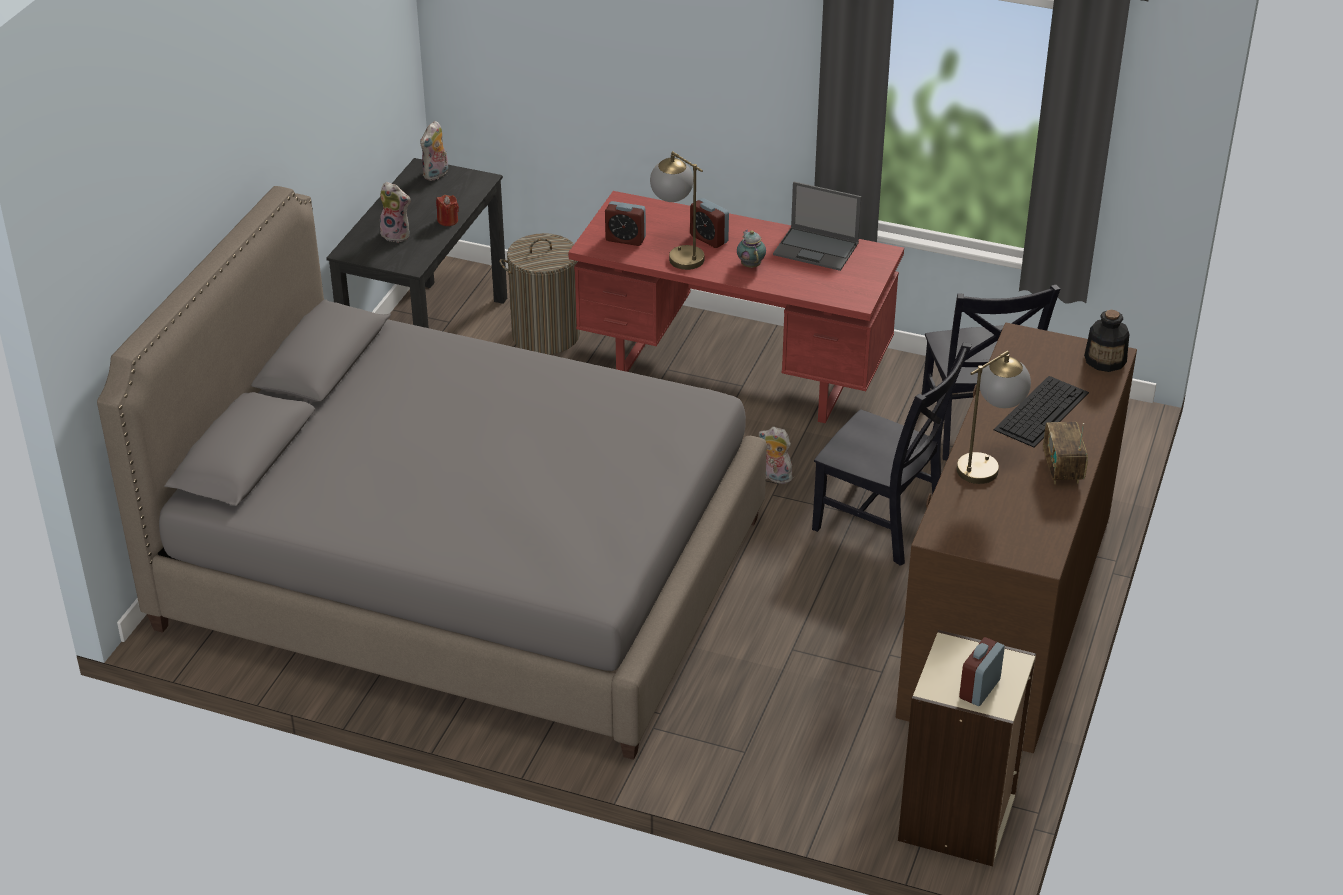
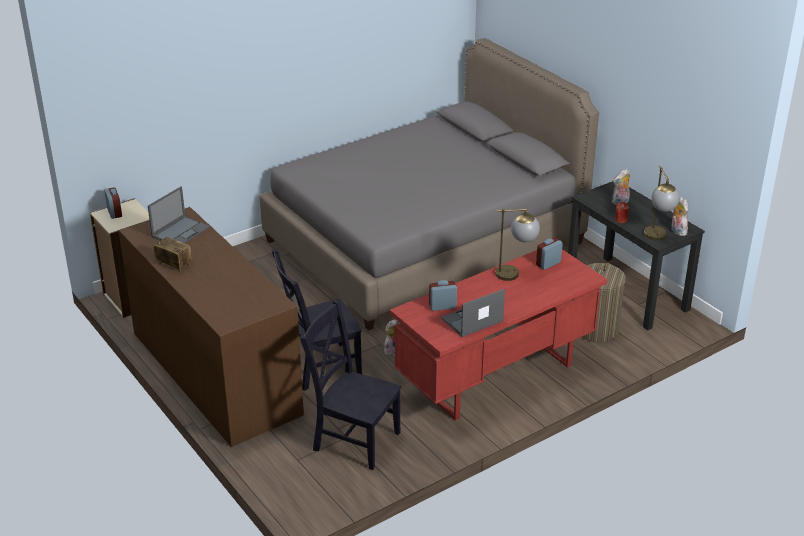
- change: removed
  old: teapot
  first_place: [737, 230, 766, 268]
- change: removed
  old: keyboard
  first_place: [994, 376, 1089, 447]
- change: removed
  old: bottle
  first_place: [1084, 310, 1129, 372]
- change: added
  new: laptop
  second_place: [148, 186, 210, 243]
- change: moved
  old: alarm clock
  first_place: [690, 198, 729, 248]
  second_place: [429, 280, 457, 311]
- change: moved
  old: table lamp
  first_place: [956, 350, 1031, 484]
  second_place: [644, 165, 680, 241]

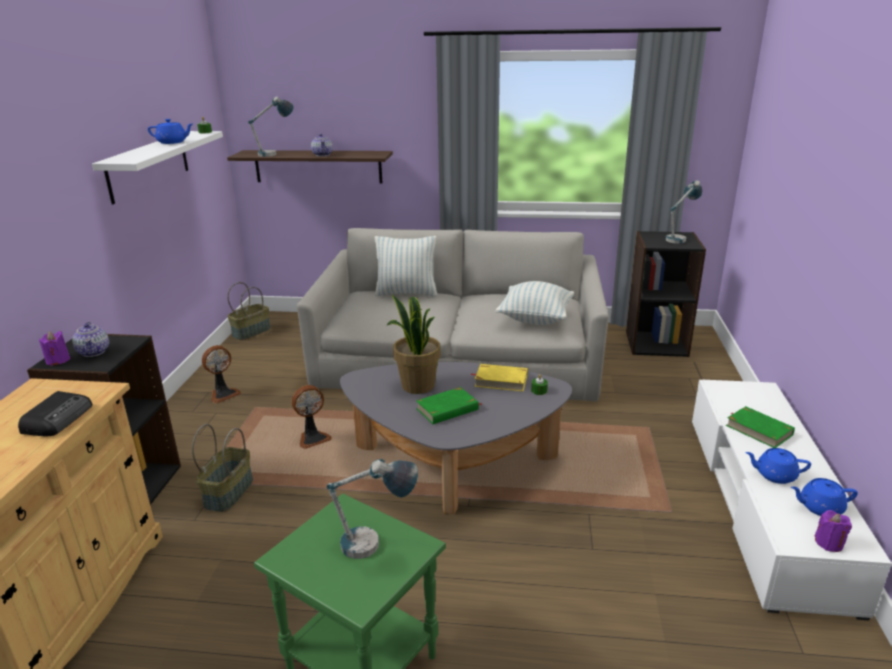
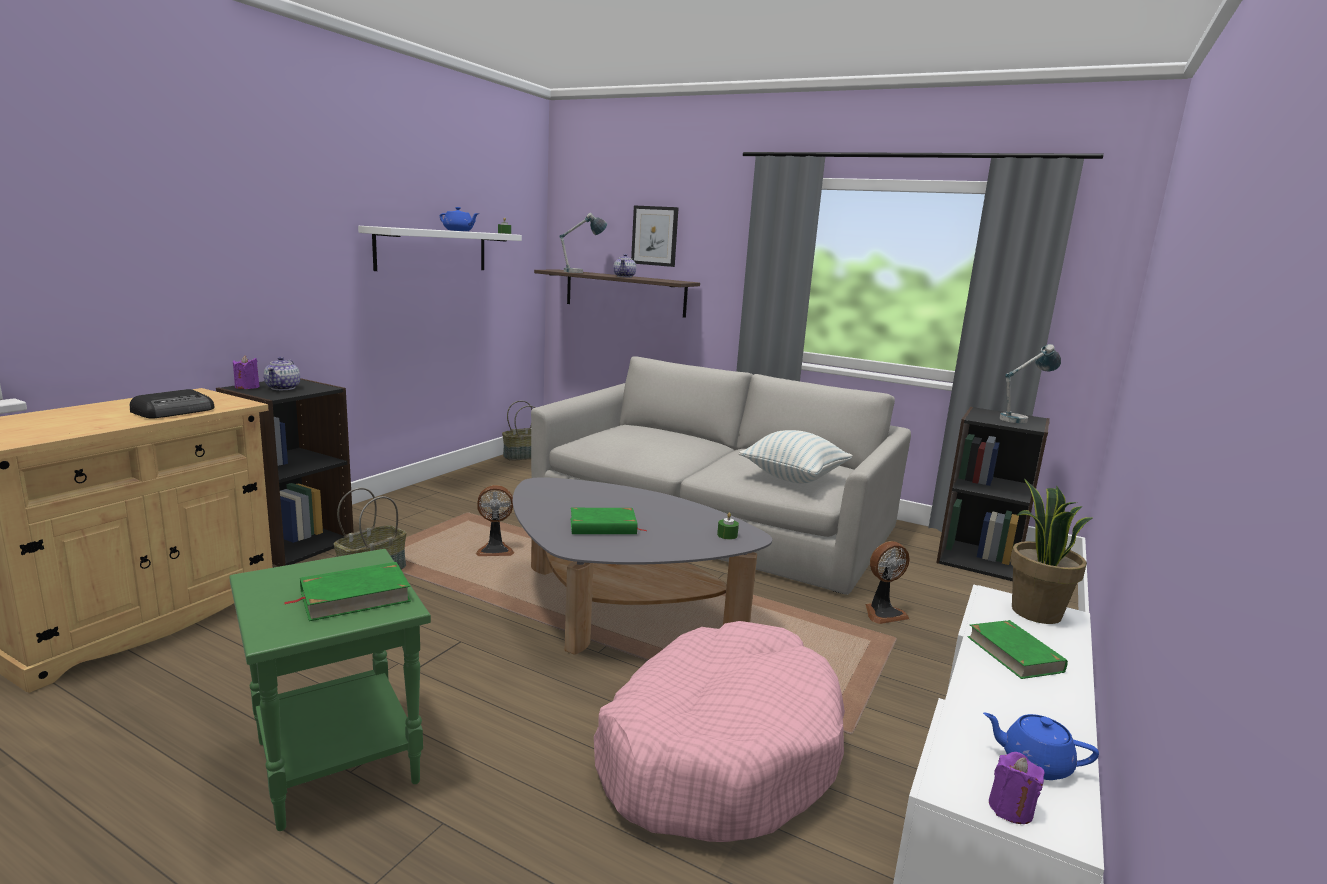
- change: removed
  old: pillow
  first_place: [375, 236, 437, 297]
- change: removed
  old: book (yellow)
  first_place: [470, 364, 528, 391]
- change: removed
  old: teapot (blue)
  first_place: [745, 448, 811, 484]
- change: added
  new: dog bed (pink)
  second_place: [594, 621, 845, 842]
- change: added
  new: picture
  second_place: [631, 205, 679, 267]
- change: moved
  old: fan
  first_place: [202, 345, 241, 403]
  second_place: [865, 541, 910, 624]
- change: moved
  old: potted plant
  first_place: [386, 294, 441, 394]
  second_place: [1010, 478, 1092, 624]
- change: replaced
  old: table lamp
  new: book (green)
  first_place: [327, 459, 418, 559]
  second_place: [285, 562, 411, 621]

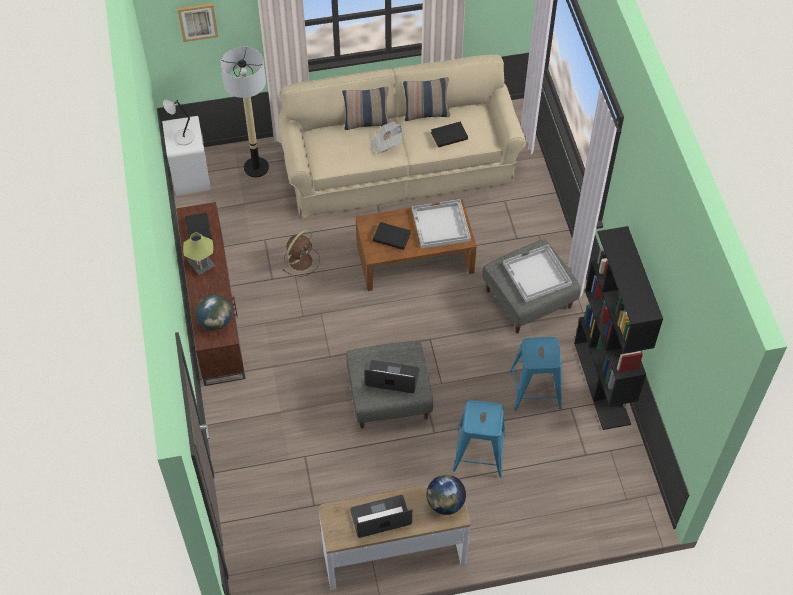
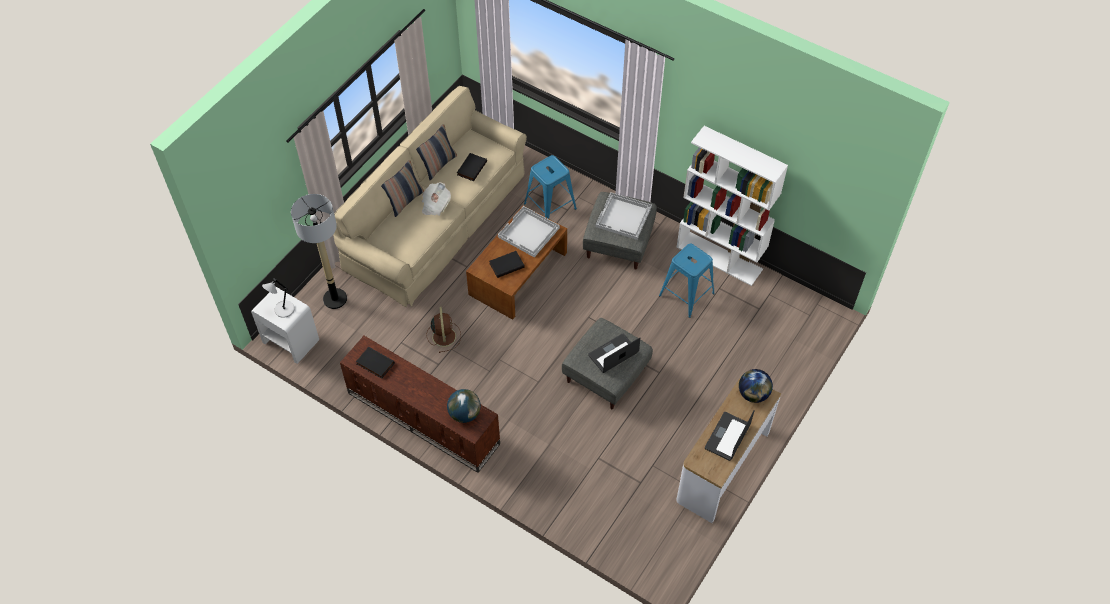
- change: removed
  old: picture
  first_place: [177, 3, 218, 42]
- change: removed
  old: table lamp
  first_place: [183, 232, 216, 275]
- change: moved
  old: stool (blue)
  first_place: [453, 400, 506, 477]
  second_place: [524, 155, 577, 219]
- change: recoloured
  old: bookcase (black)
  new: bookcase (white)
  first_place: [574, 226, 663, 430]
  second_place: [676, 126, 788, 286]

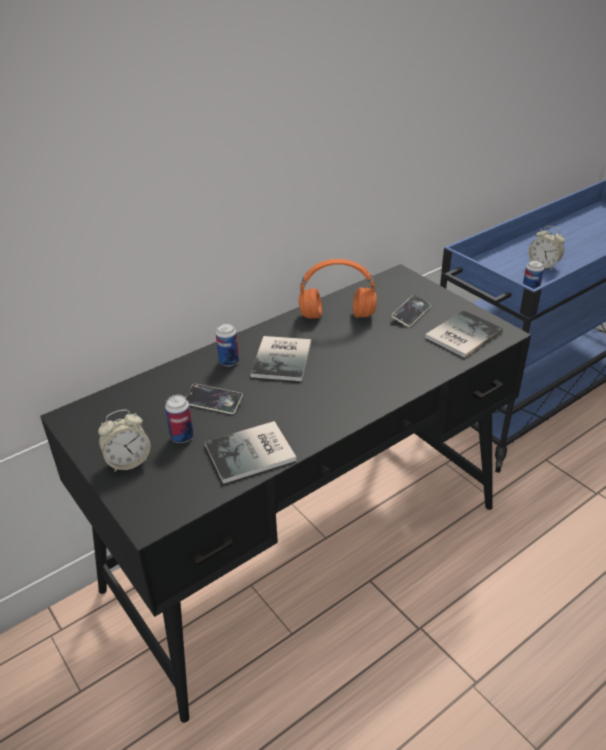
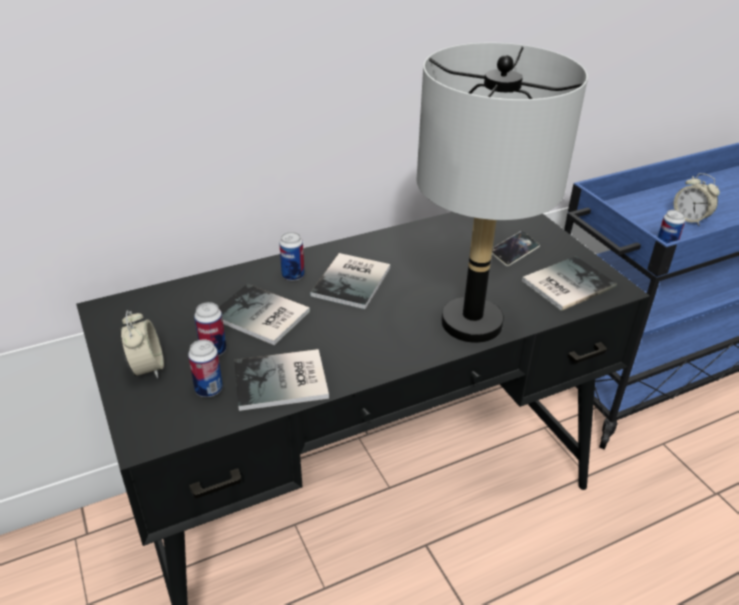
- change: removed
  old: headphones (orange)
  first_place: [299, 259, 377, 319]
- change: added
  new: can
  second_place: [188, 339, 223, 397]
- change: added
  new: table lamp (grey)
  second_place: [417, 43, 588, 343]
- change: replaced
  old: phone
  new: book
  first_place: [186, 384, 243, 414]
  second_place: [218, 284, 310, 345]
- change: turned
  old: alarm clock
  first_place: [98, 410, 151, 472]
  second_place: [120, 310, 164, 378]
  degrees: -90

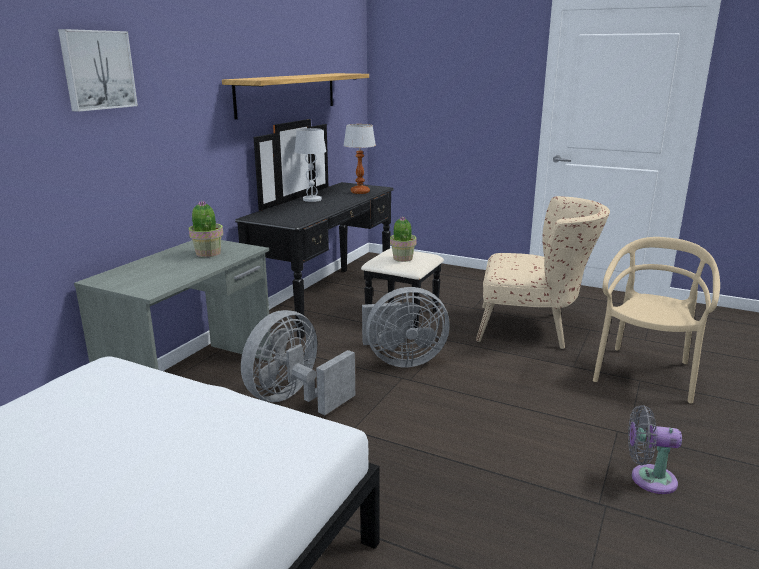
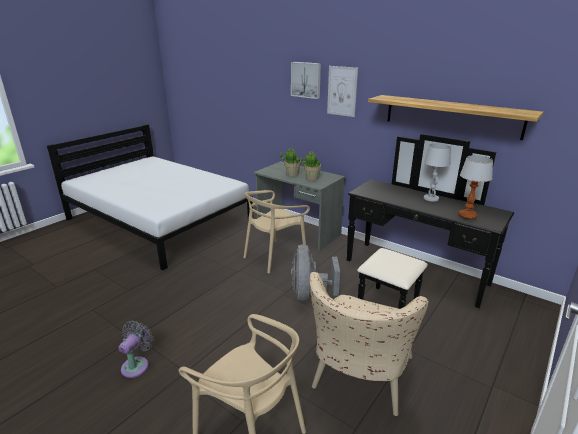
- change: added
  new: picture
  second_place: [327, 66, 358, 117]
- change: moved
  old: potted plant
  first_place: [390, 216, 417, 262]
  second_place: [280, 148, 301, 176]
- change: replaced
  old: fan (grey)
  new: chair (beige)
  first_place: [241, 310, 355, 415]
  second_place: [243, 190, 310, 273]

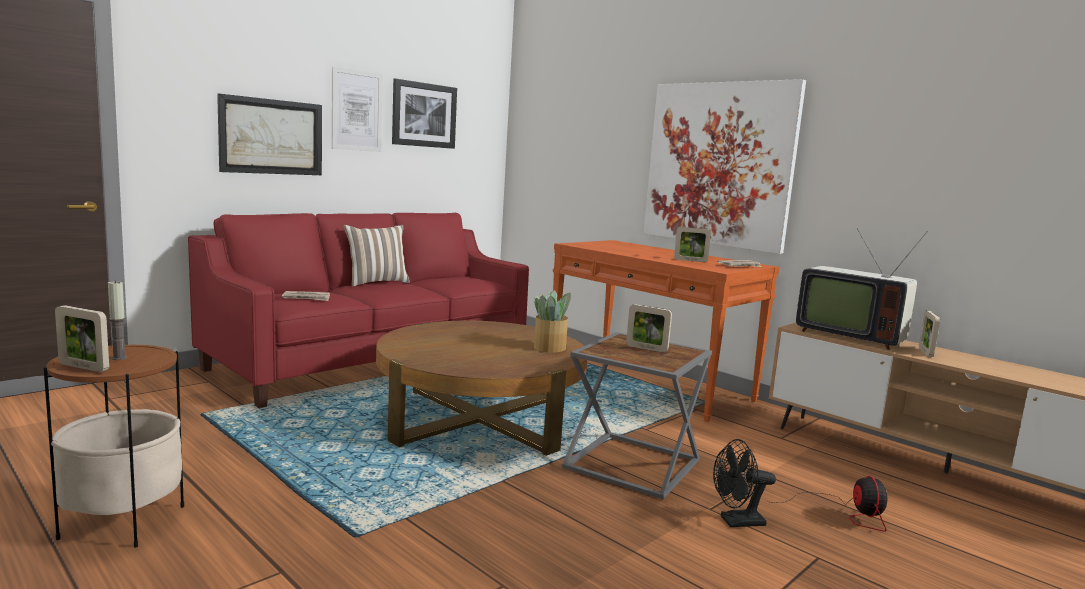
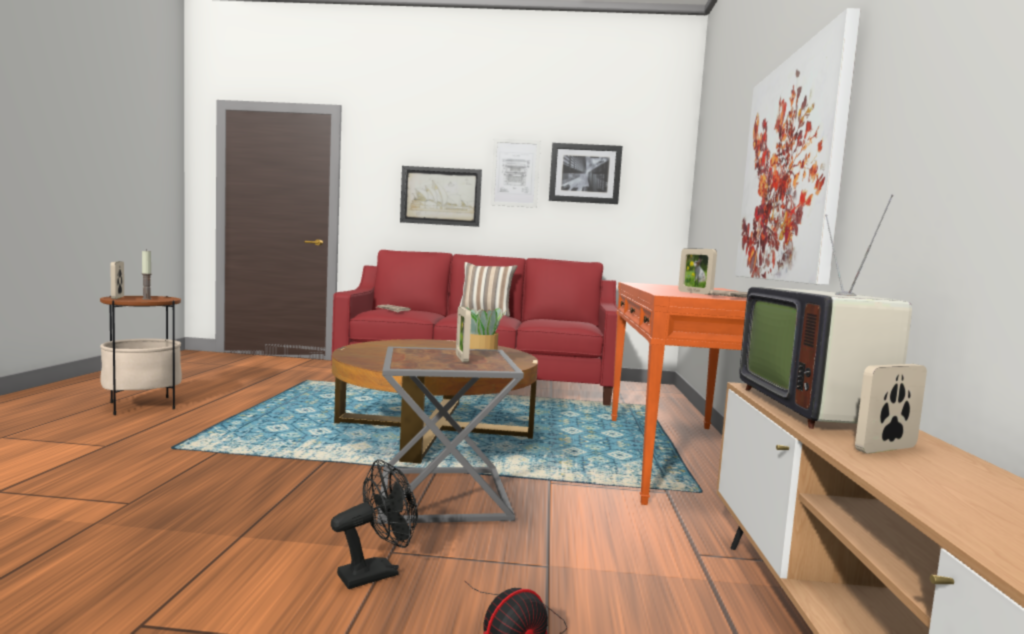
- change: turned
  old: fan (black)
  first_place: [713, 439, 776, 527]
  second_place: [331, 459, 418, 589]
  degrees: 105

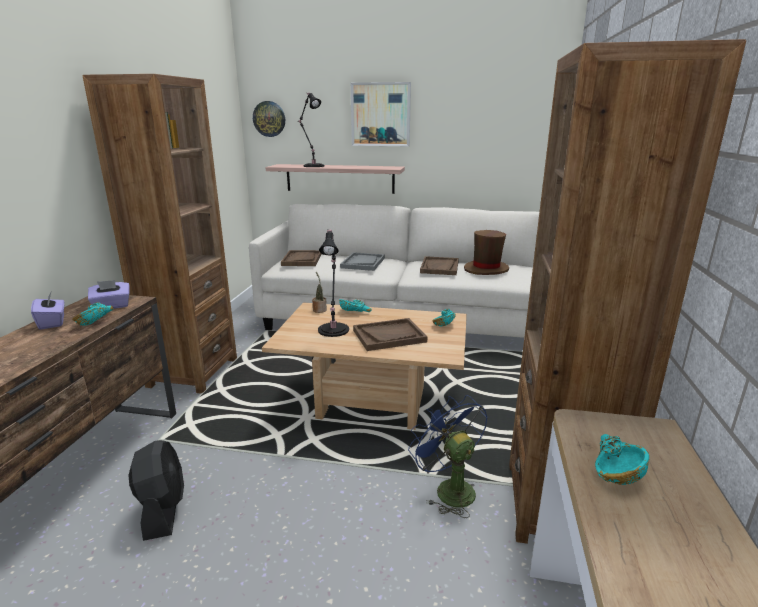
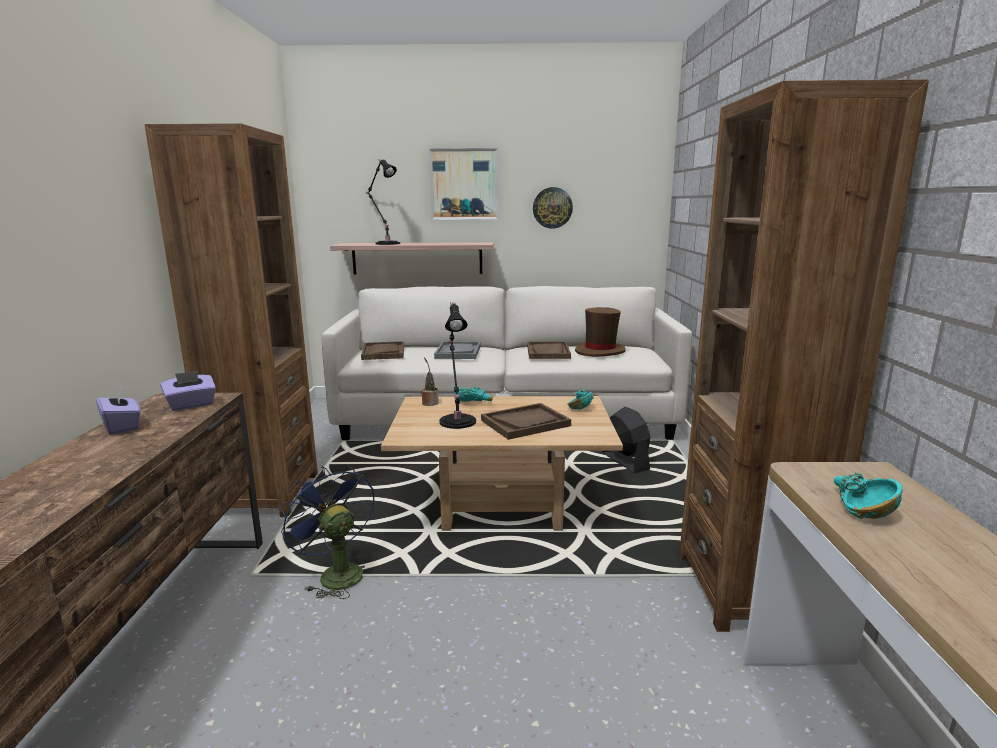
- change: removed
  old: bowl (turquoise)
  first_place: [72, 302, 113, 326]
- change: moved
  old: fan (black)
  first_place: [128, 440, 184, 541]
  second_place: [601, 407, 651, 473]
- change: moved
  old: wall clock
  first_place: [253, 101, 285, 137]
  second_place: [533, 187, 573, 229]
- change: moved
  old: fan (blue)
  first_place: [408, 395, 488, 518]
  second_place: [279, 466, 374, 599]

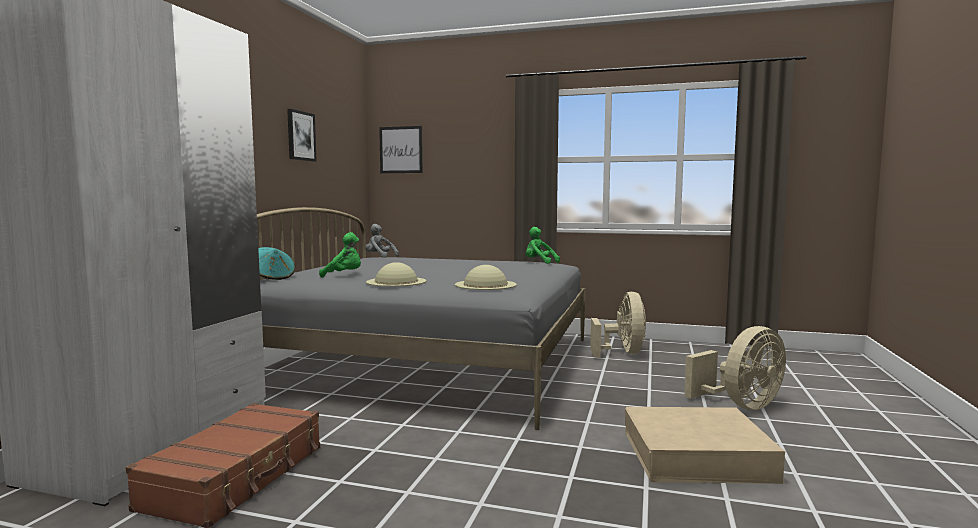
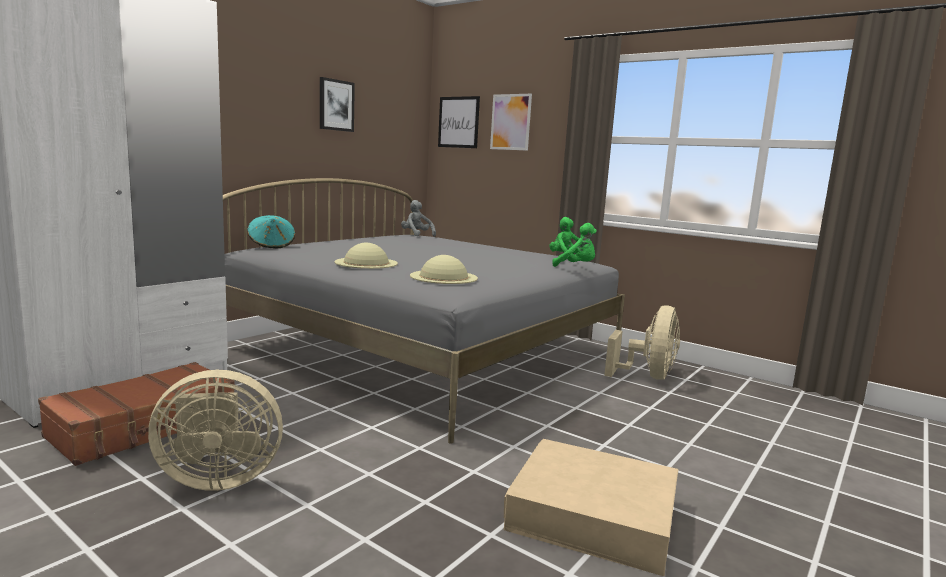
- change: added
  new: picture
  second_place: [490, 94, 532, 151]
- change: moved
  old: plush toy (green)
  first_place: [319, 232, 361, 278]
  second_place: [552, 223, 597, 267]
- change: moved
  old: fan (beige)
  first_place: [684, 326, 786, 410]
  second_place: [148, 370, 283, 491]

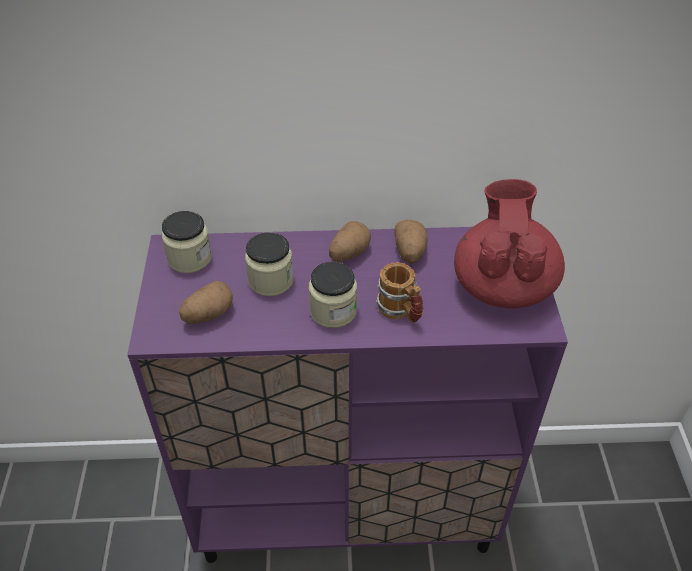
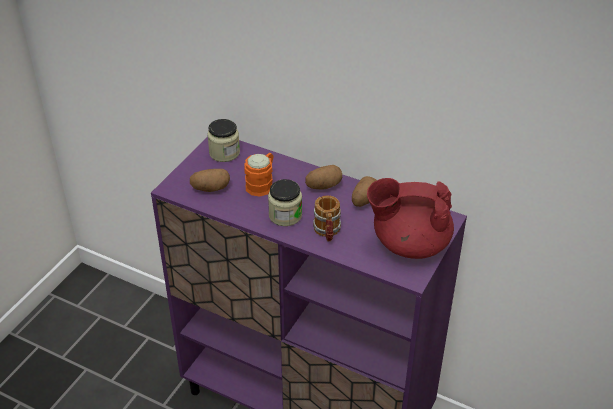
- change: replaced
  old: jar
  new: mug (orange)
  first_place: [245, 232, 294, 296]
  second_place: [244, 153, 274, 197]
- change: turned
  old: teapot (red)
  first_place: [454, 179, 565, 308]
  second_place: [367, 178, 454, 259]
  degrees: -120

